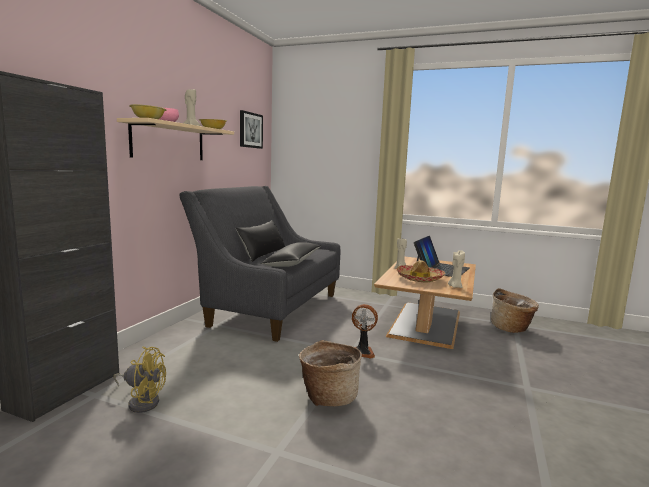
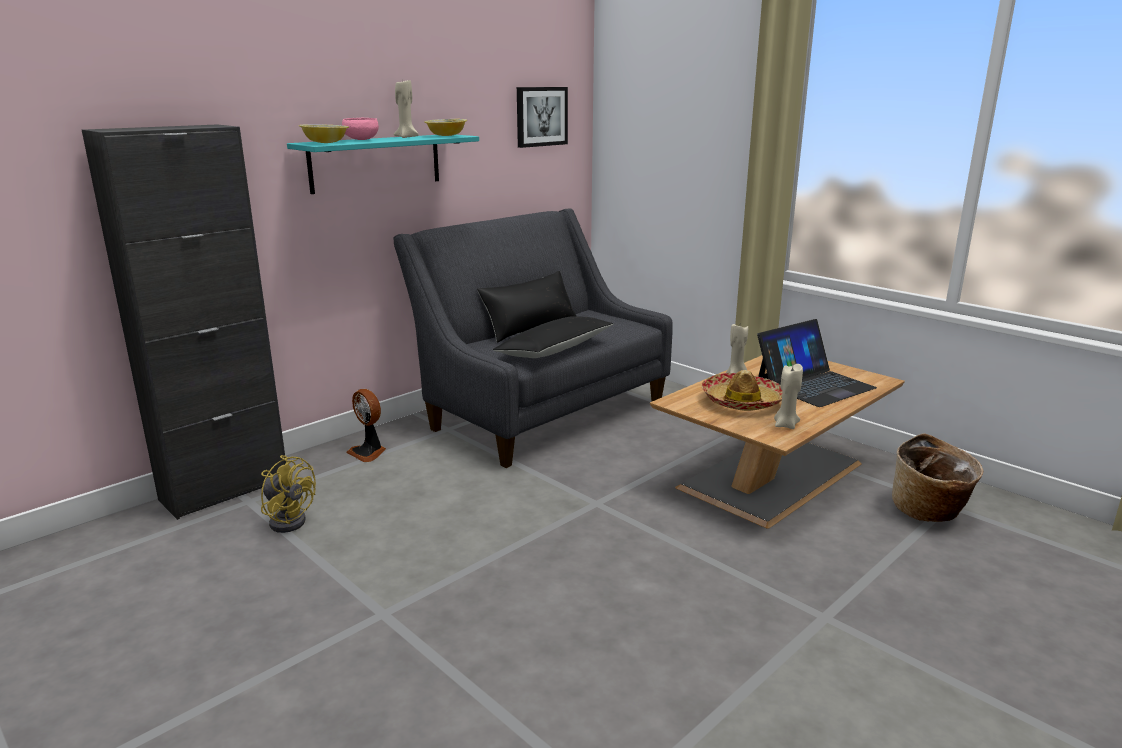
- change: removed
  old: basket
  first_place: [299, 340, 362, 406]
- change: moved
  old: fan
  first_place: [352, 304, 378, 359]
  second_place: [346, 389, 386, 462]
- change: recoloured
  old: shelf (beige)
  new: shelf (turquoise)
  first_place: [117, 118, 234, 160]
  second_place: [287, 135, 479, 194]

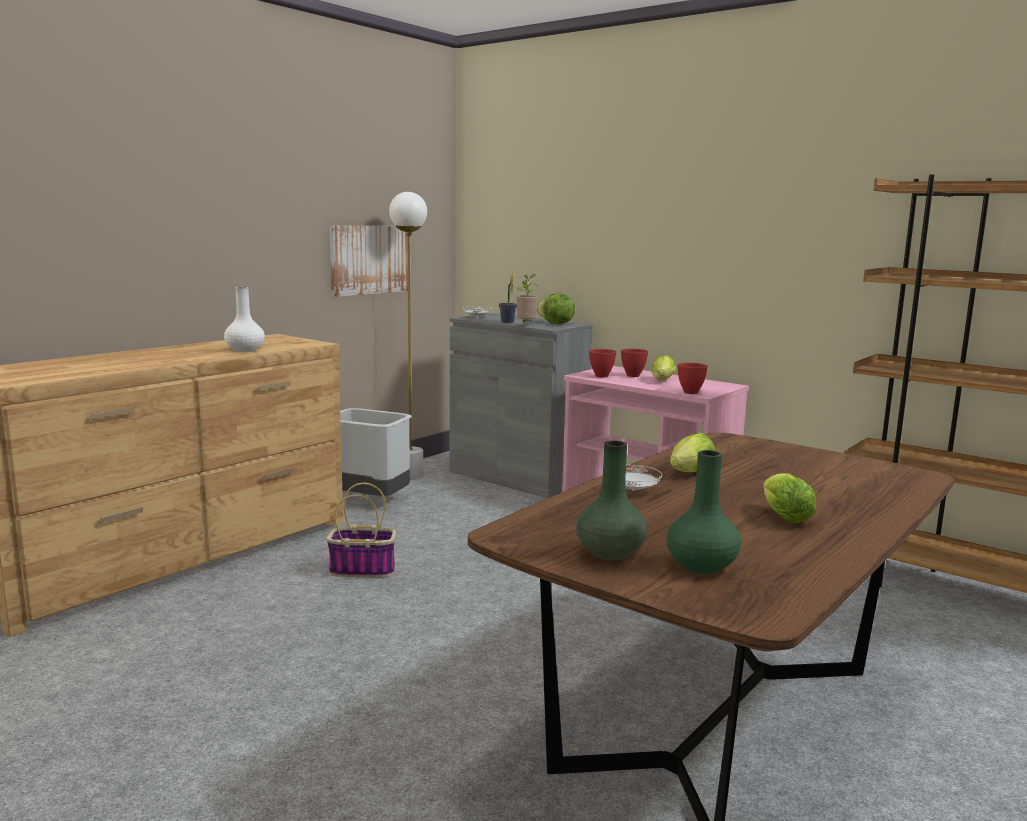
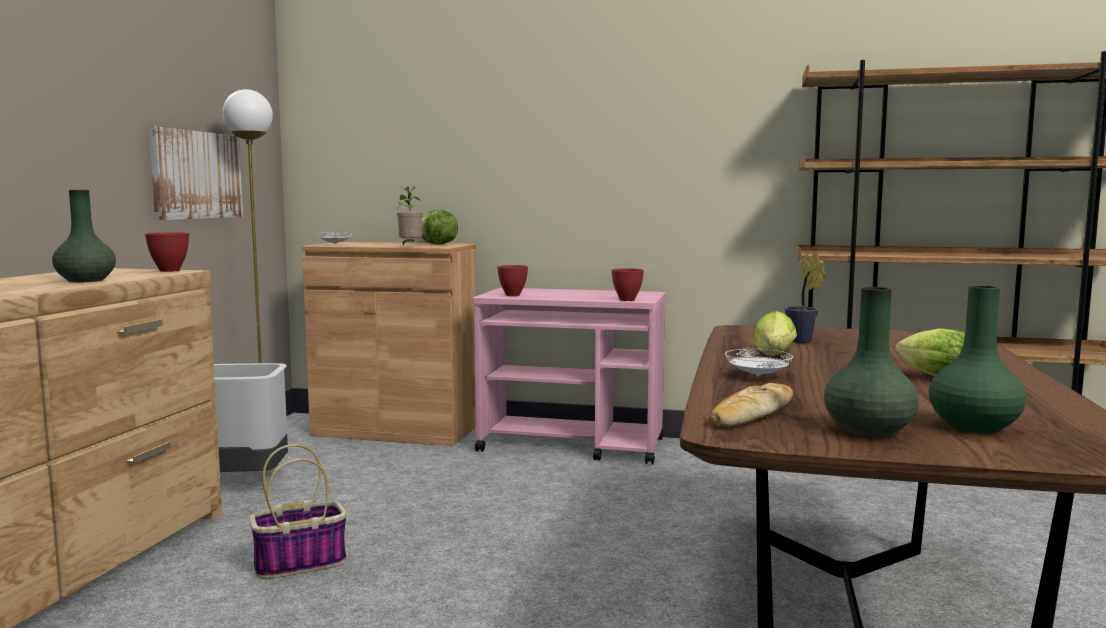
- change: removed
  old: lettuce
  first_place: [652, 355, 676, 380]
- change: added
  new: bread
  second_place: [710, 383, 793, 427]
- change: moved
  old: potted plant
  first_place: [499, 272, 517, 323]
  second_place: [784, 253, 825, 343]
- change: moved
  old: bowl (red)
  first_place: [621, 349, 648, 377]
  second_place: [145, 232, 189, 272]
- change: recoloured
  old: vase (white)
  new: vase (green)
  first_place: [224, 287, 265, 352]
  second_place: [52, 190, 116, 282]
- change: recoloured
  old: cabinet (grey)
  new: cabinet (brown)
  first_place: [449, 313, 593, 498]
  second_place: [302, 242, 477, 446]

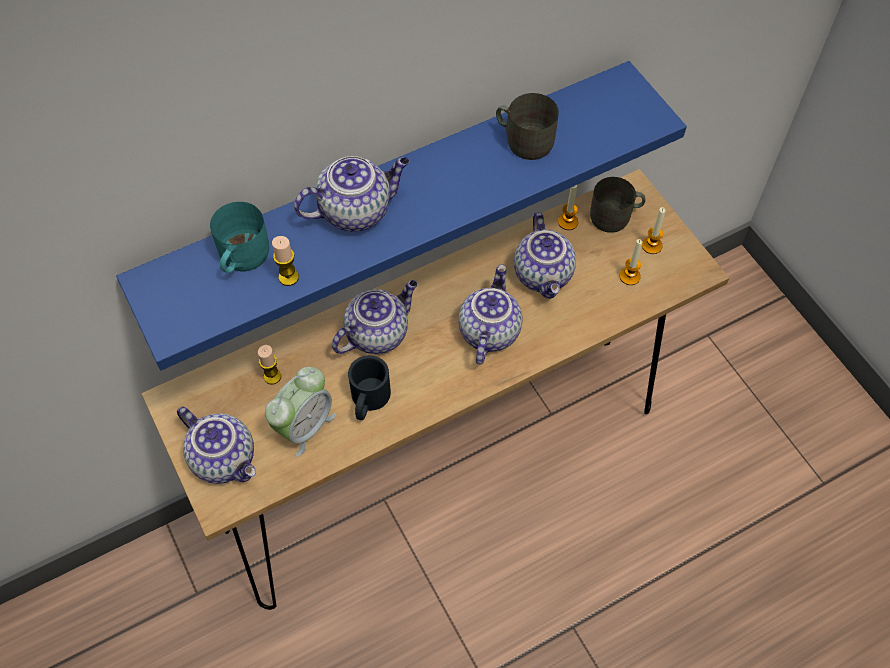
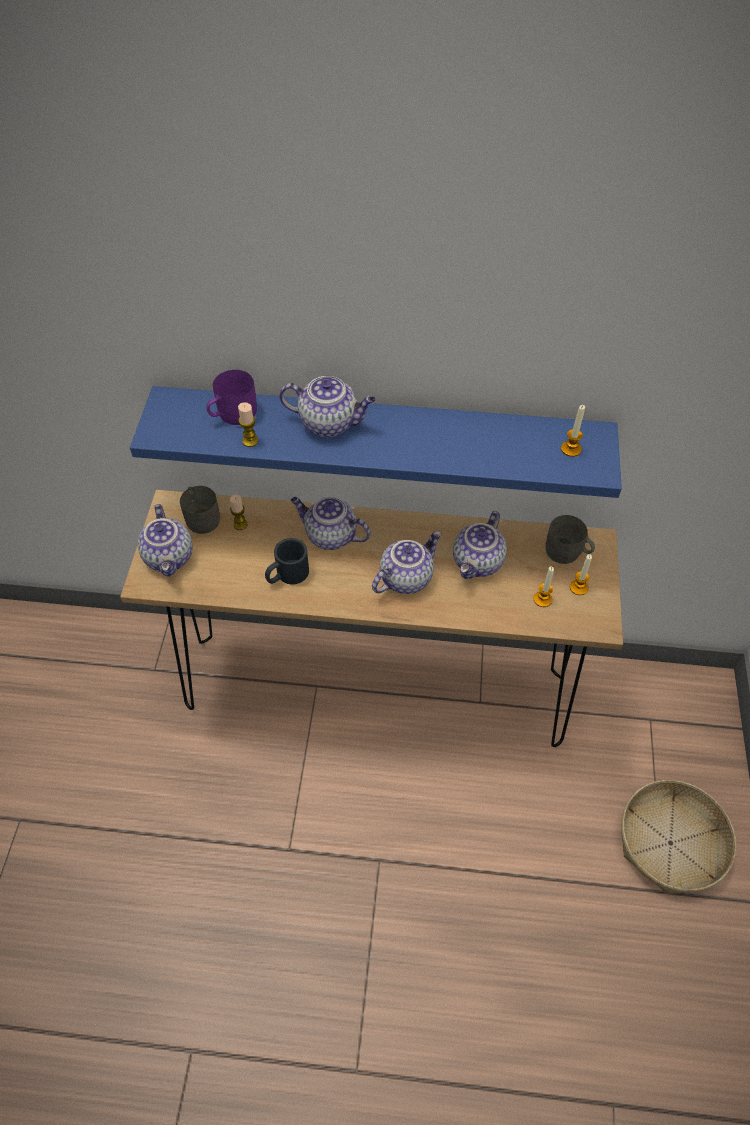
- change: removed
  old: alarm clock
  first_place: [265, 367, 336, 457]
- change: added
  new: basket
  second_place: [621, 780, 736, 894]
- change: moved
  old: mug (grey)
  first_place: [496, 93, 559, 160]
  second_place: [180, 486, 220, 534]
- change: moved
  old: candle
  first_place: [558, 185, 578, 230]
  second_place: [561, 405, 585, 457]
- change: recoloured
  old: mug (turquoise)
  new: mug (purple)
  first_place: [210, 202, 269, 273]
  second_place: [207, 370, 257, 425]
- change: turned
  old: teapot
  first_place: [332, 280, 417, 354]
  second_place: [291, 496, 370, 550]
  degrees: -150

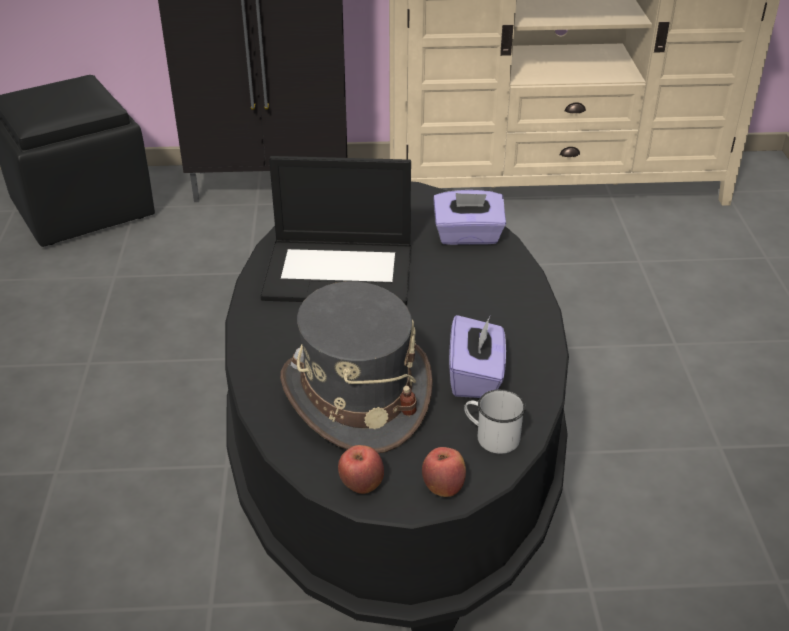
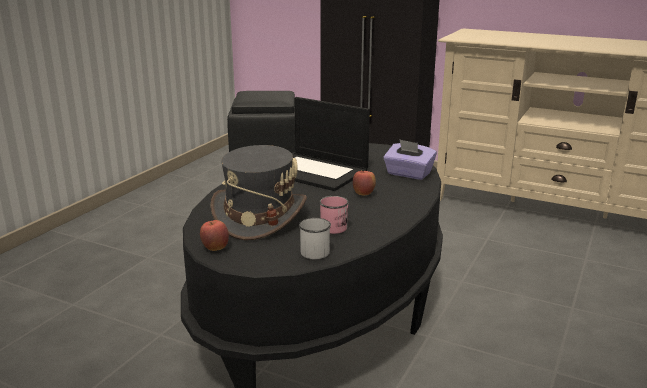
- change: moved
  old: apple
  first_place: [422, 447, 466, 497]
  second_place: [353, 170, 376, 195]
- change: replaced
  old: tissue box (purple)
  new: mug (pink)
  first_place: [449, 315, 506, 398]
  second_place: [319, 196, 349, 234]

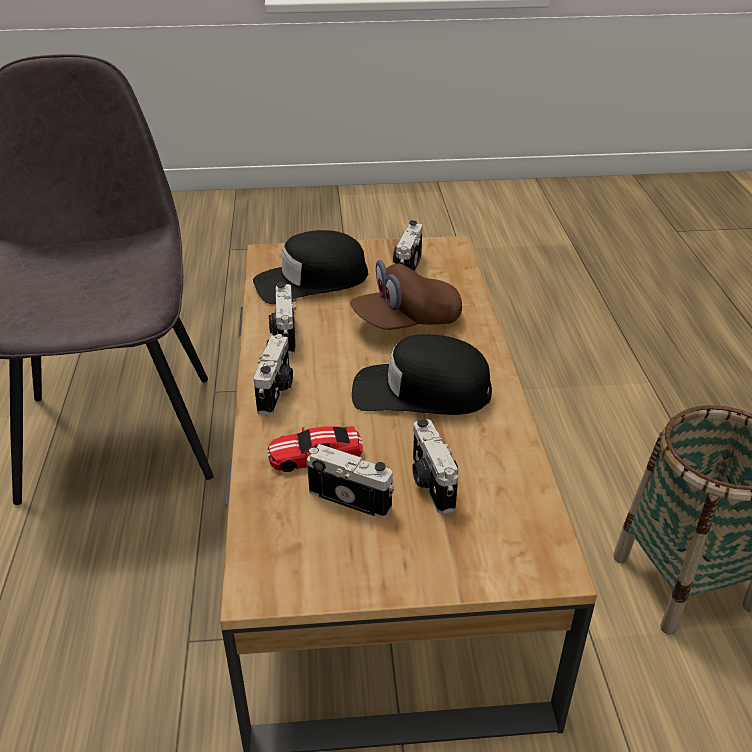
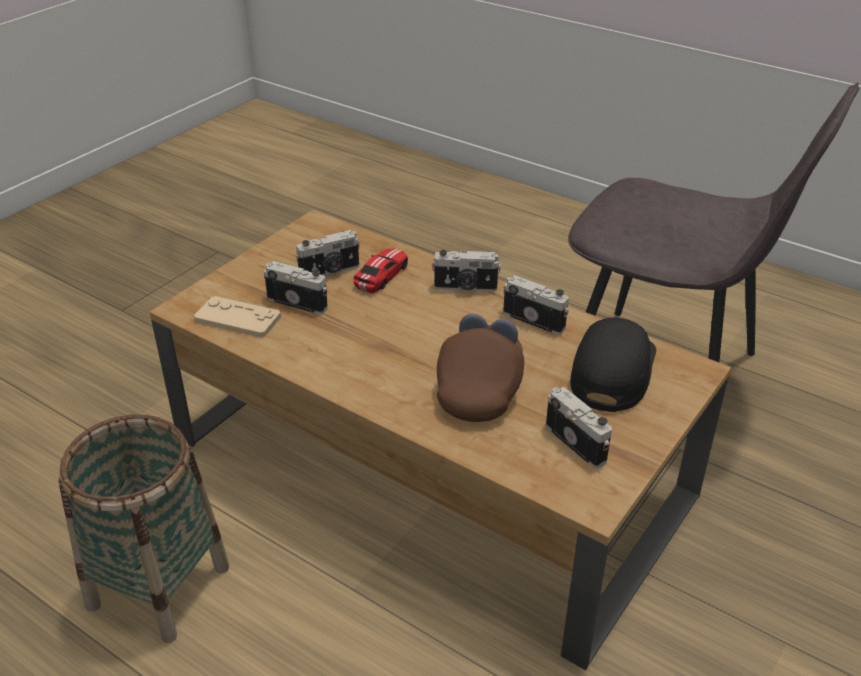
- change: removed
  old: cap (black)
  first_place: [352, 334, 492, 415]
- change: added
  new: game controller (beige)
  second_place: [194, 296, 281, 337]
- change: turned
  old: photo camera
  first_place: [254, 334, 293, 416]
  second_place: [432, 250, 501, 292]
  degrees: -45

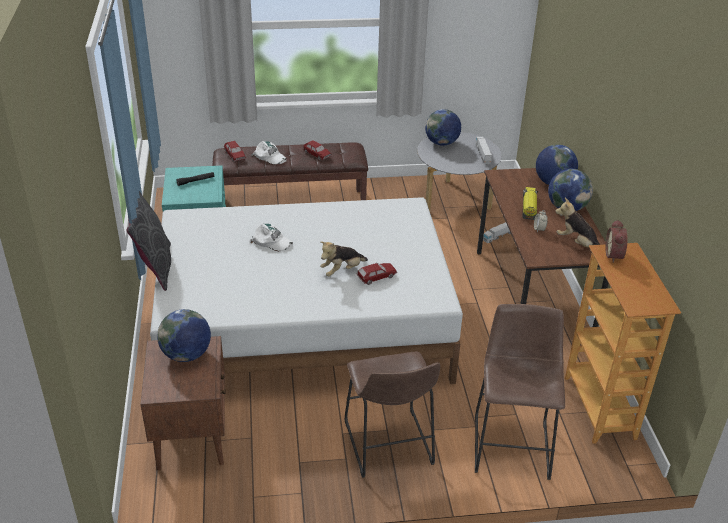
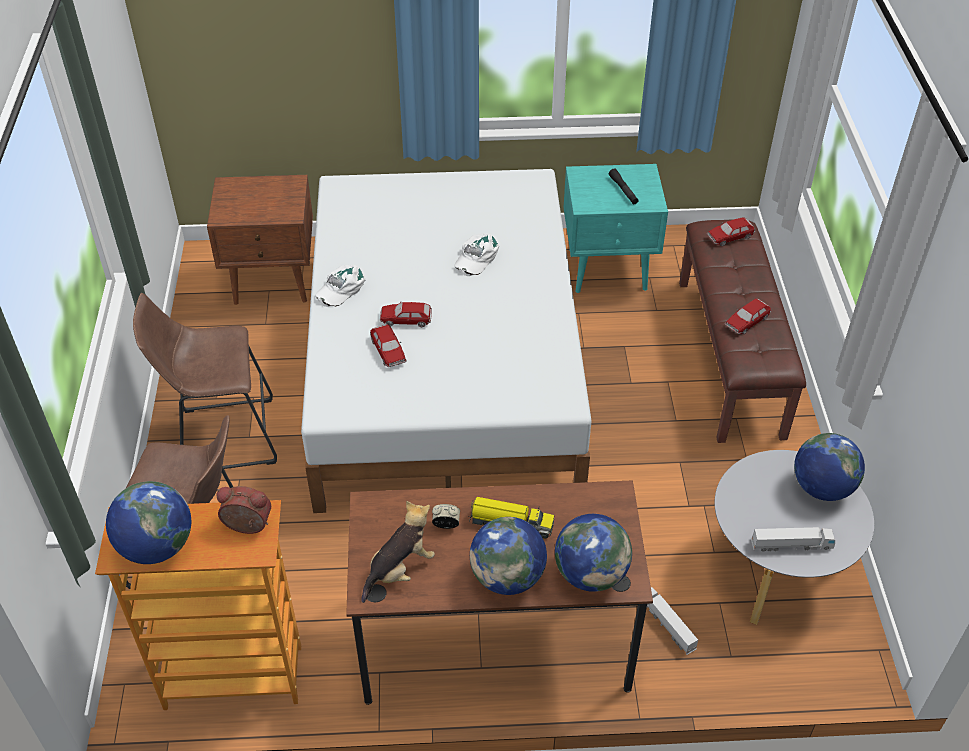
- change: removed
  old: pillow (grey)
  first_place: [126, 191, 171, 291]
- change: moved
  old: globe
  first_place: [157, 309, 211, 362]
  second_place: [106, 481, 191, 564]
- change: moved
  old: cap (white)
  first_place: [251, 141, 286, 165]
  second_place: [315, 265, 365, 307]
- change: replaced
  old: plush toy
  new: toy car
  first_place: [320, 242, 368, 277]
  second_place: [380, 302, 432, 327]

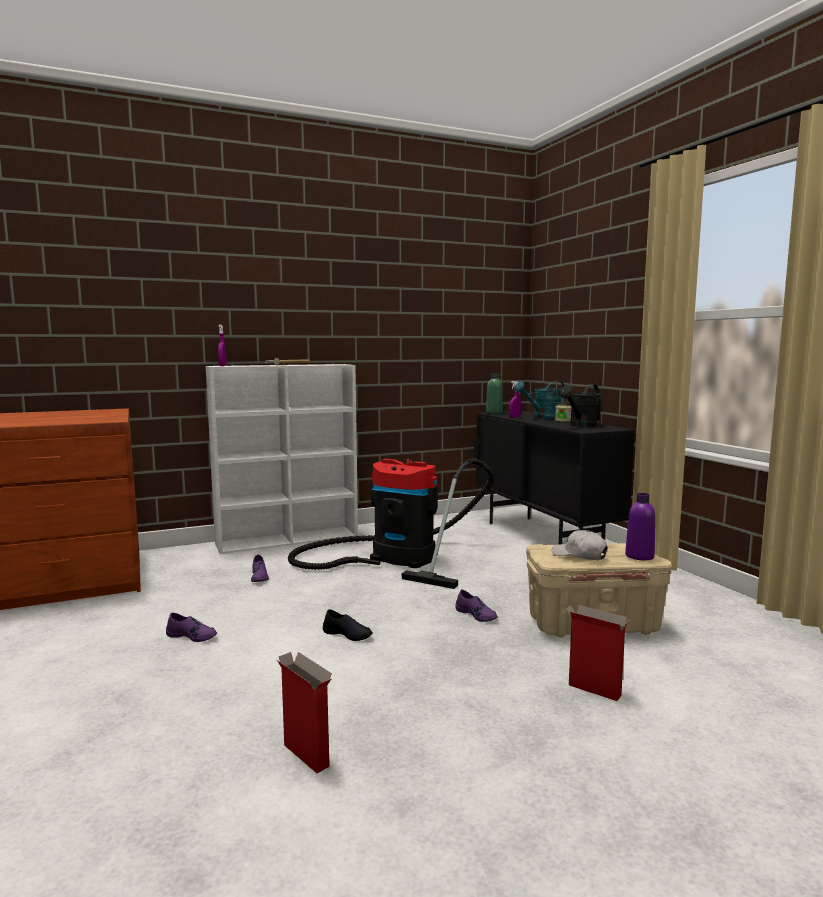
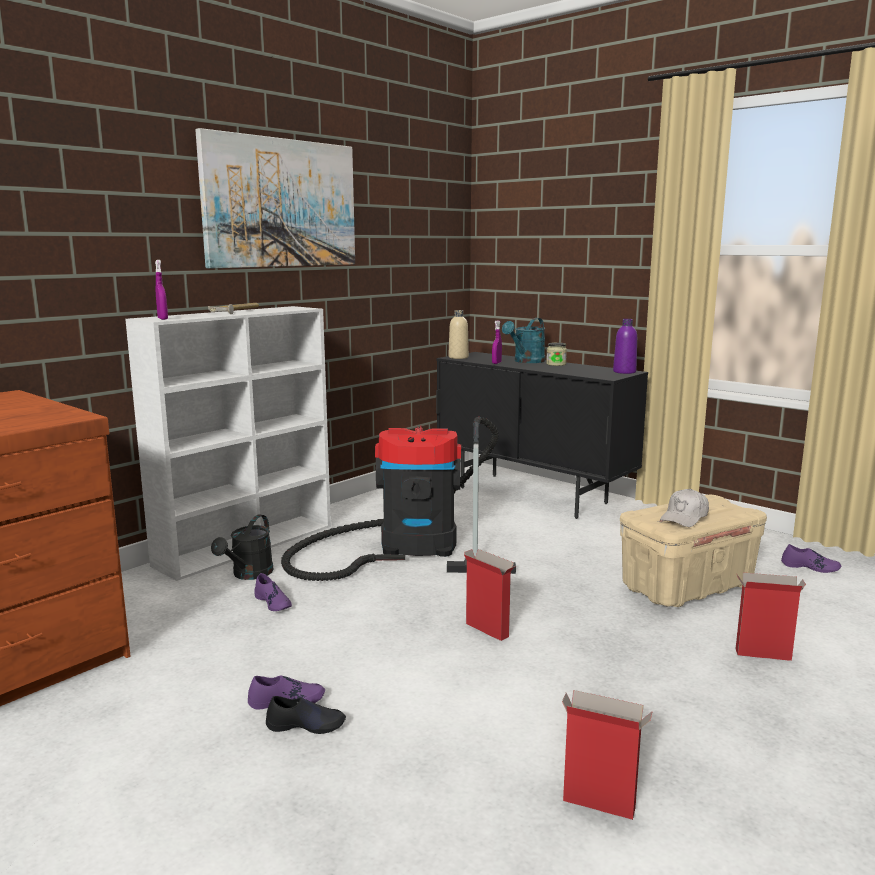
- change: added
  new: picture
  second_place: [195, 128, 355, 268]
- change: added
  new: cardboard box
  second_place: [464, 549, 515, 641]
- change: moved
  old: shoe (black)
  first_place: [323, 609, 373, 641]
  second_place: [266, 696, 346, 734]
- change: moved
  old: shoe (purple)
  first_place: [455, 589, 498, 622]
  second_place: [781, 544, 841, 573]
- change: moved
  old: watering can (black)
  first_place: [559, 384, 601, 427]
  second_place: [211, 514, 273, 580]
- change: moved
  old: bottle (purple)
  first_place: [625, 493, 656, 560]
  second_place: [613, 319, 637, 374]
- change: recoloured
  old: bottle (green)
  new: bottle (beige)
  first_place: [486, 373, 503, 414]
  second_place: [449, 310, 469, 359]
- change: turned
  old: cap (white)
  first_place: [551, 530, 608, 560]
  second_place: [660, 489, 709, 527]
  degrees: -60

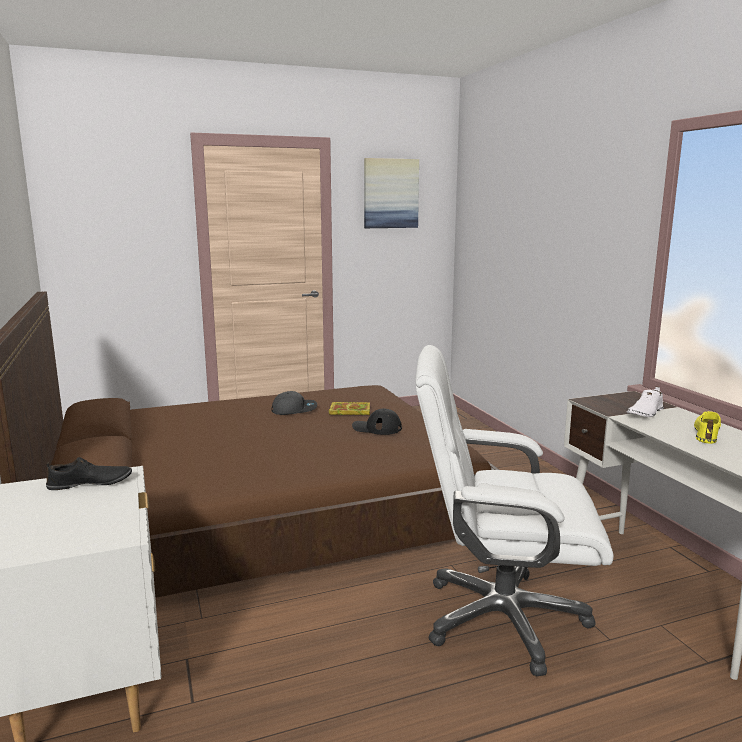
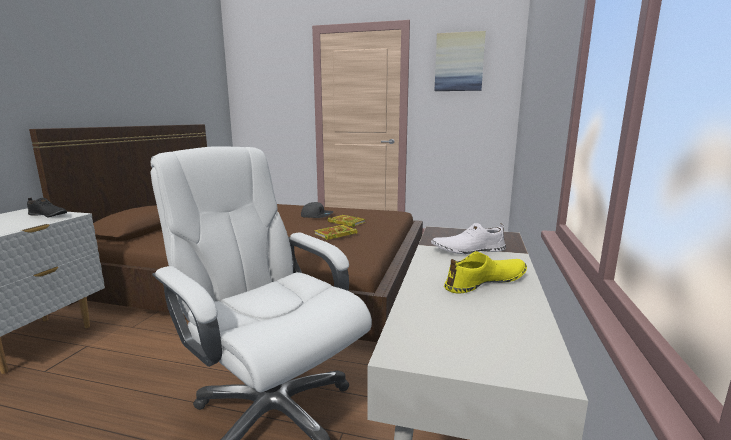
- change: replaced
  old: cap (black)
  new: book
  first_place: [352, 409, 402, 435]
  second_place: [314, 225, 358, 240]

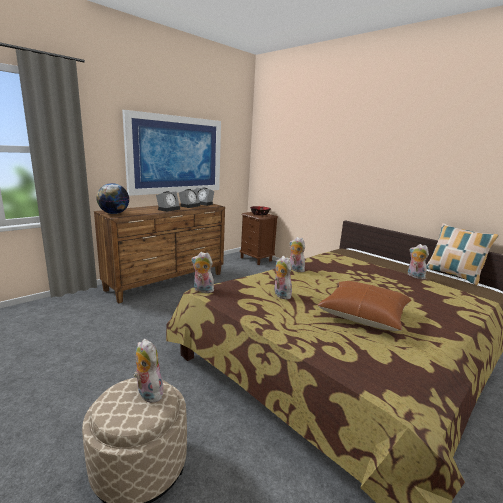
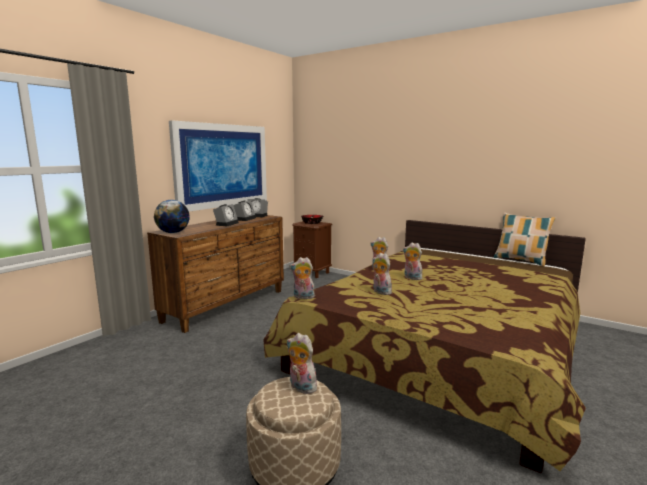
- change: removed
  old: pillow (brown)
  first_place: [318, 281, 412, 331]
- change: moved
  old: plush toy
  first_place: [408, 244, 429, 279]
  second_place: [403, 242, 422, 280]

